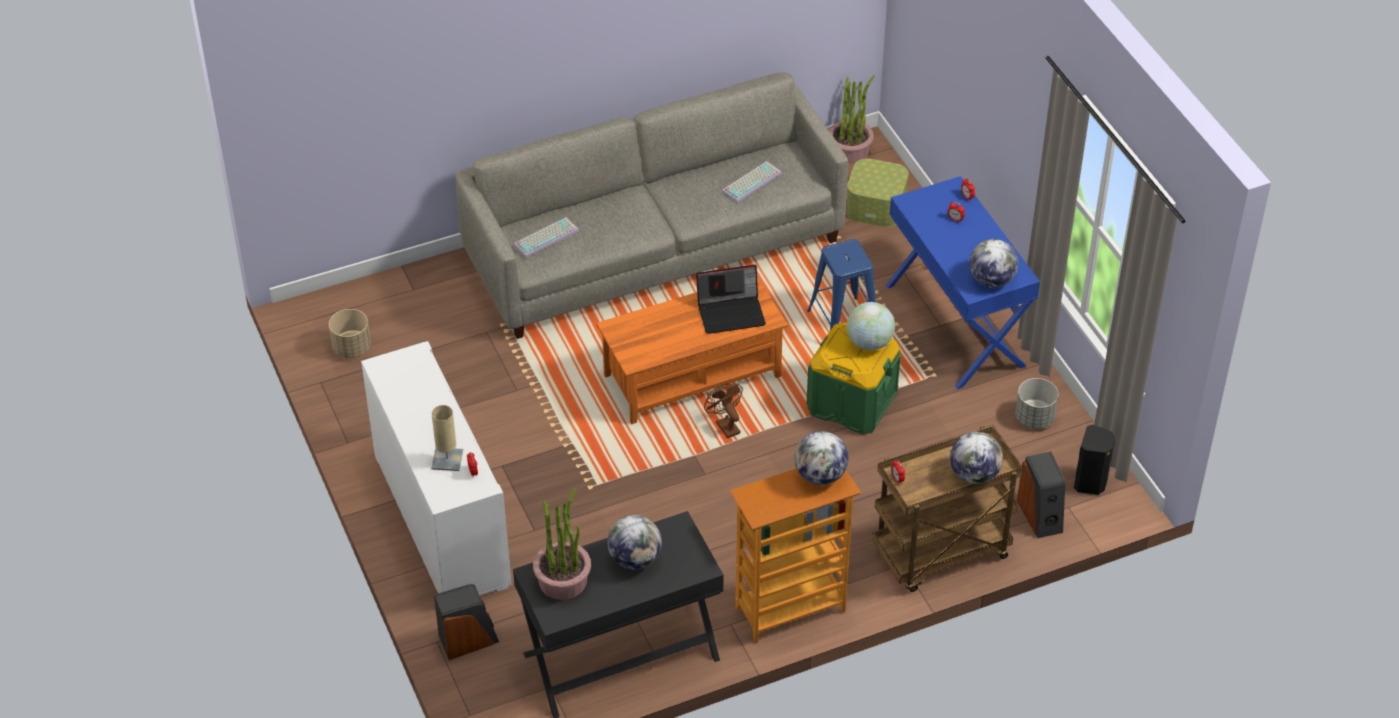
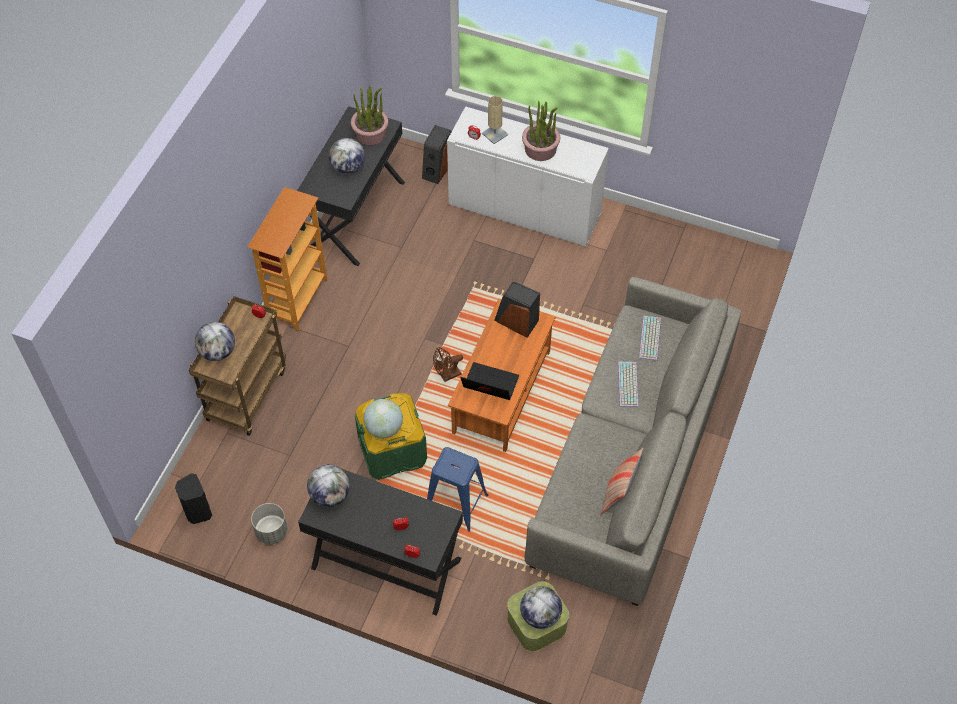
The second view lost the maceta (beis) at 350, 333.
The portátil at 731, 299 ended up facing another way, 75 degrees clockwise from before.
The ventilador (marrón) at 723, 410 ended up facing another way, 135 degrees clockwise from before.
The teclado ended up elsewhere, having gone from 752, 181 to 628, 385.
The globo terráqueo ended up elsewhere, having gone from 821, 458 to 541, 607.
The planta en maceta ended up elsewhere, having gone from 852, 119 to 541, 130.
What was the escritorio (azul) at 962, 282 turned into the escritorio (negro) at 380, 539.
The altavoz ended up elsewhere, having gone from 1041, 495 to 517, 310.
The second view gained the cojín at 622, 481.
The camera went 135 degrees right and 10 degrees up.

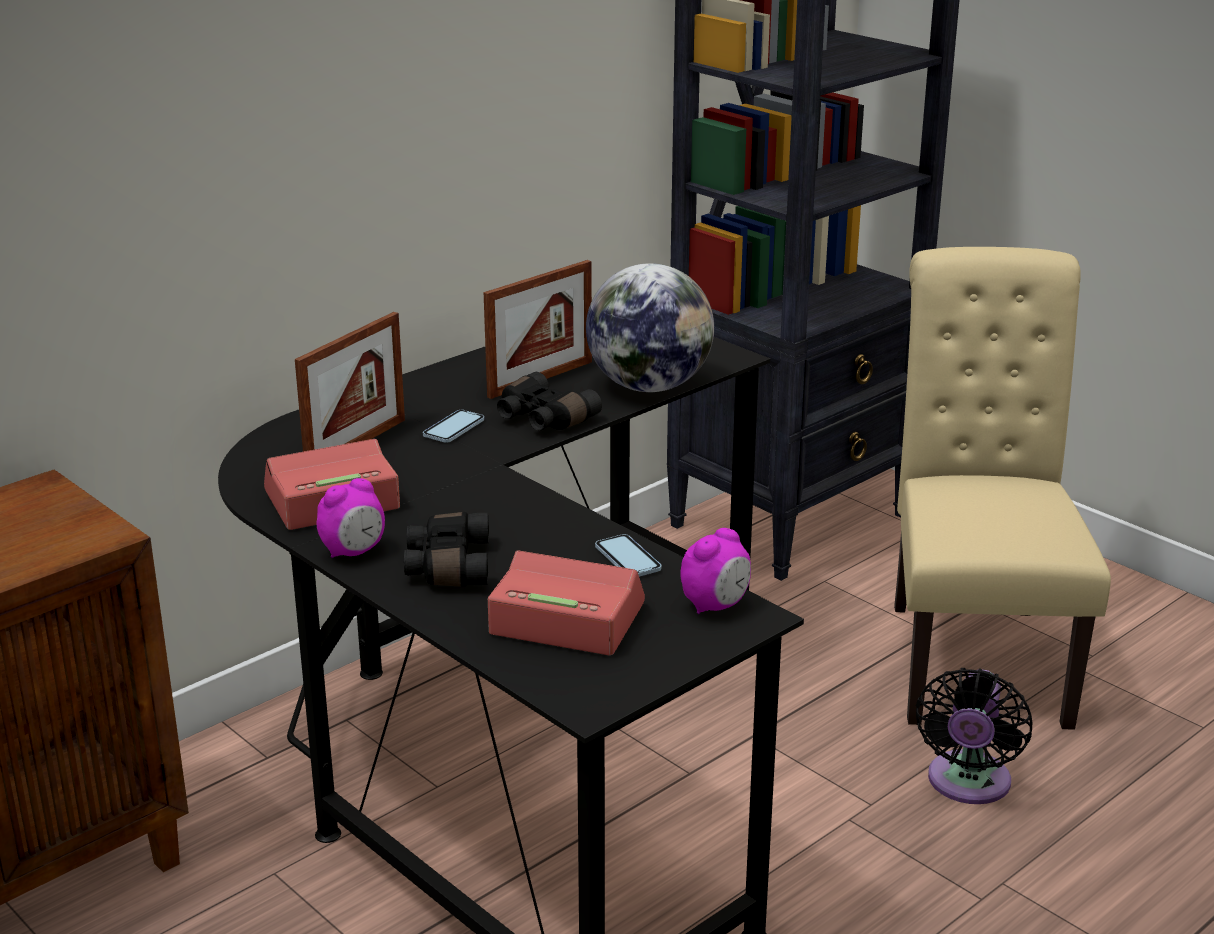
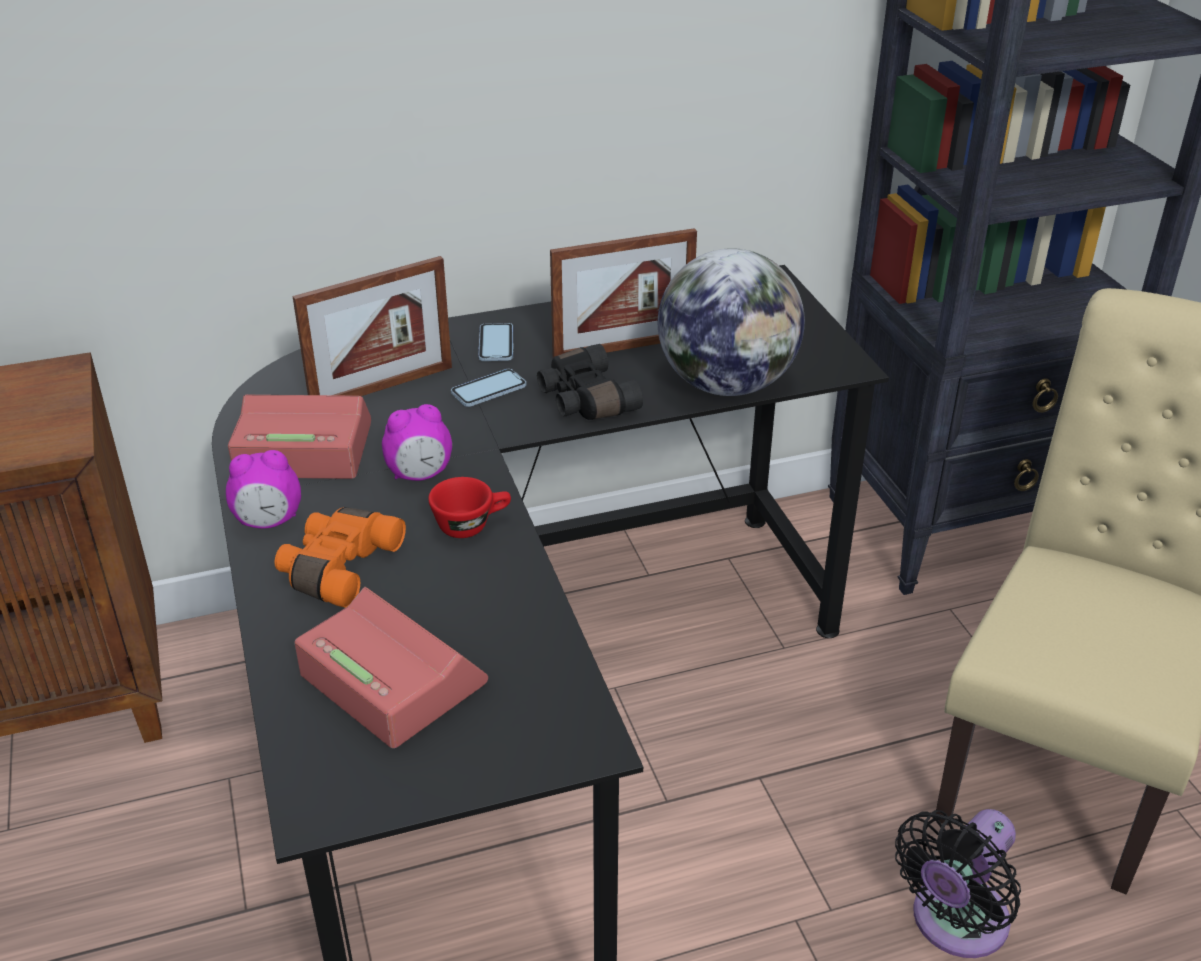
What was the prismáticos (negro) at 446, 549 turned into the prismáticos (naranja) at 340, 557.
The móvil ended up elsewhere, having gone from 628, 555 to 495, 342.
The despertador ended up elsewhere, having gone from 715, 571 to 417, 442.
The second view gained the taza (rojo) at 469, 507.
The camera went 25 degrees right and 10 degrees up.

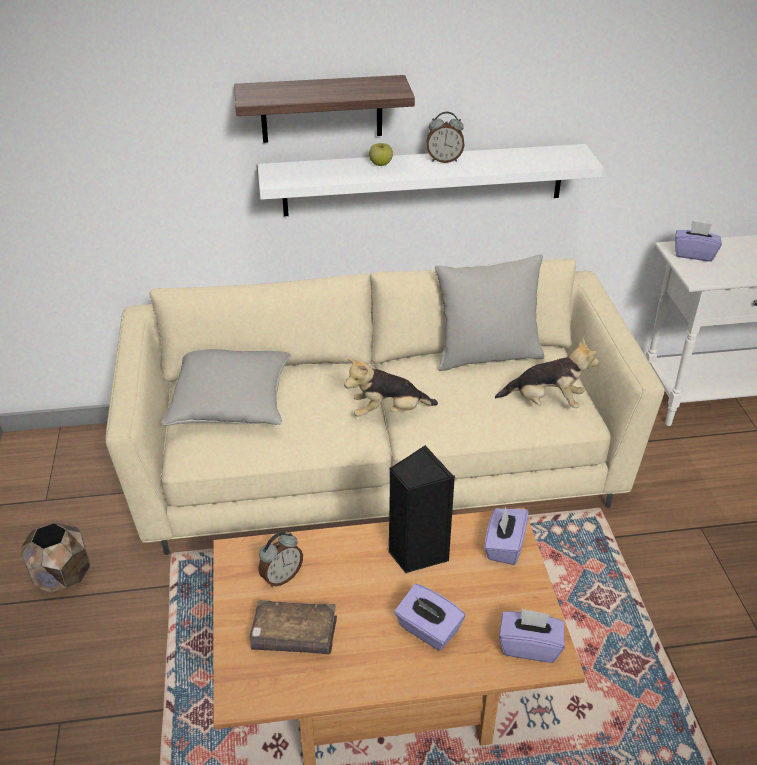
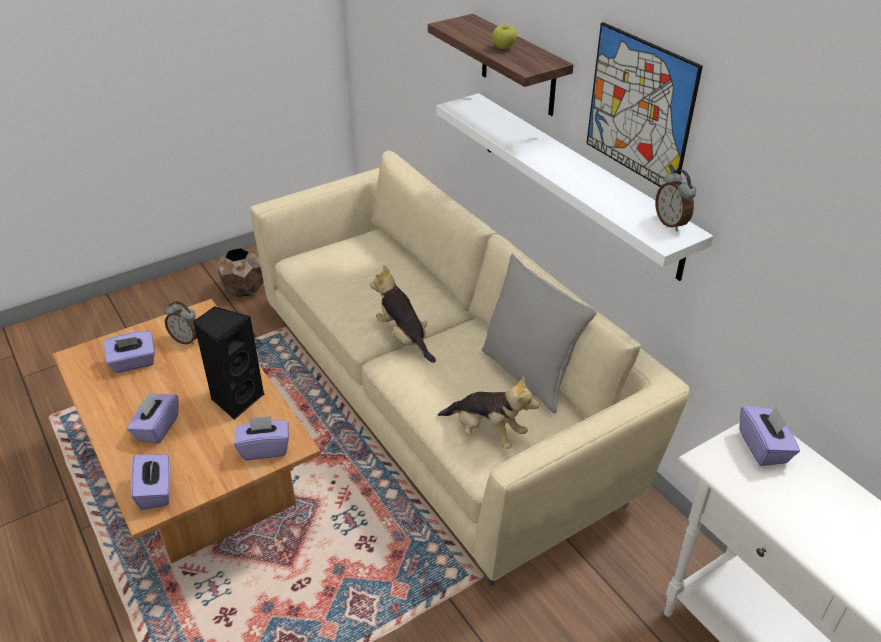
The second view lost the cojín (gris) at 226, 387.
Where the libro (marrón) stood at 293, 627, the caja de pañuelos (morado) came to stand at 129, 352.
The manzana ended up elsewhere, having gone from 381, 154 to 504, 37.
The despertador ended up elsewhere, having gone from 446, 137 to 675, 200.
The peluche at 547, 373 ended up facing another way, 45 degrees counterclockwise from before.
The second view gained the cuadro at 644, 104.
The camera went 65 degrees right and 0 degrees up.

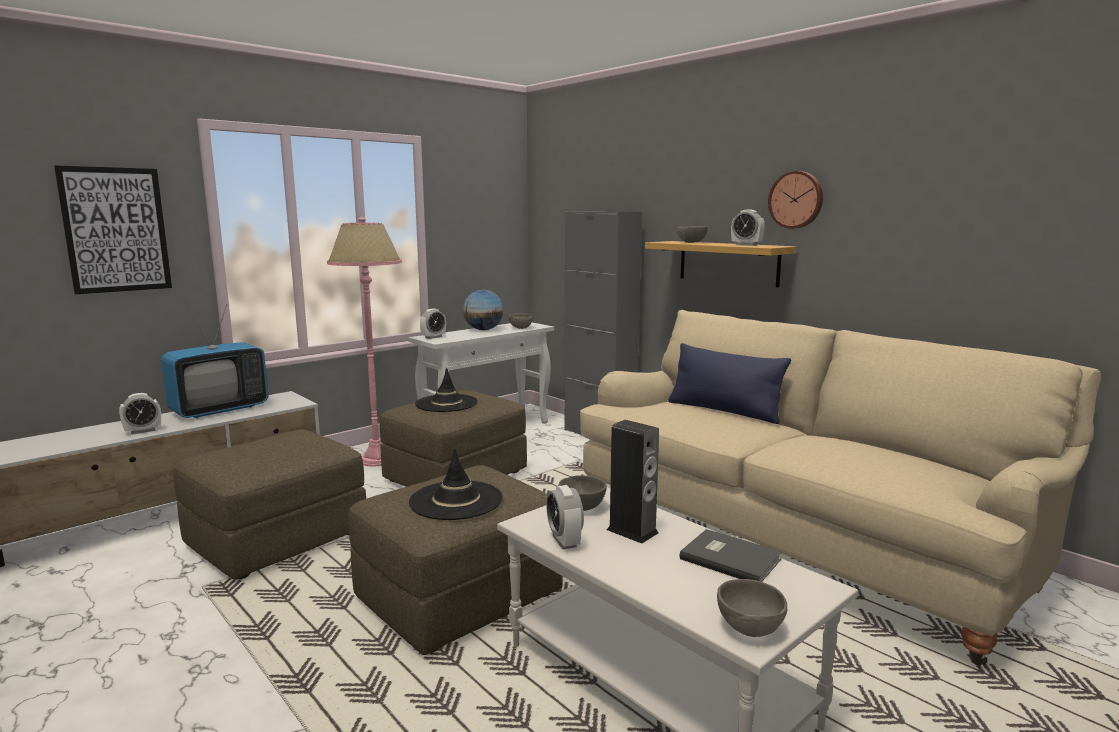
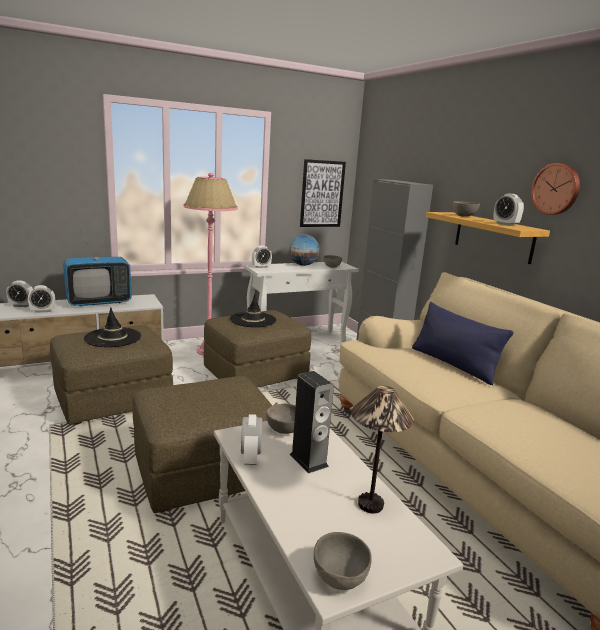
The cuadro ended up elsewhere, having gone from 113, 229 to 323, 193.
The sombrero (negro) ended up elsewhere, having gone from 456, 484 to 112, 327.
Where the libro (gris) stood at 731, 555, the lámpara de mesa came to stand at 382, 449.
The second view gained the despertador at 19, 294.
The camera went 15 degrees right and 5 degrees up.

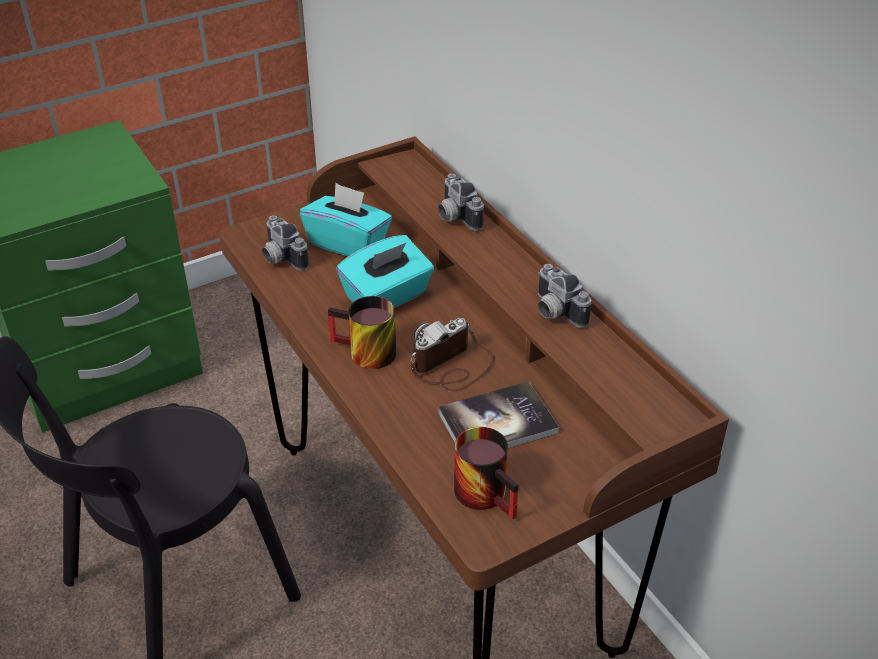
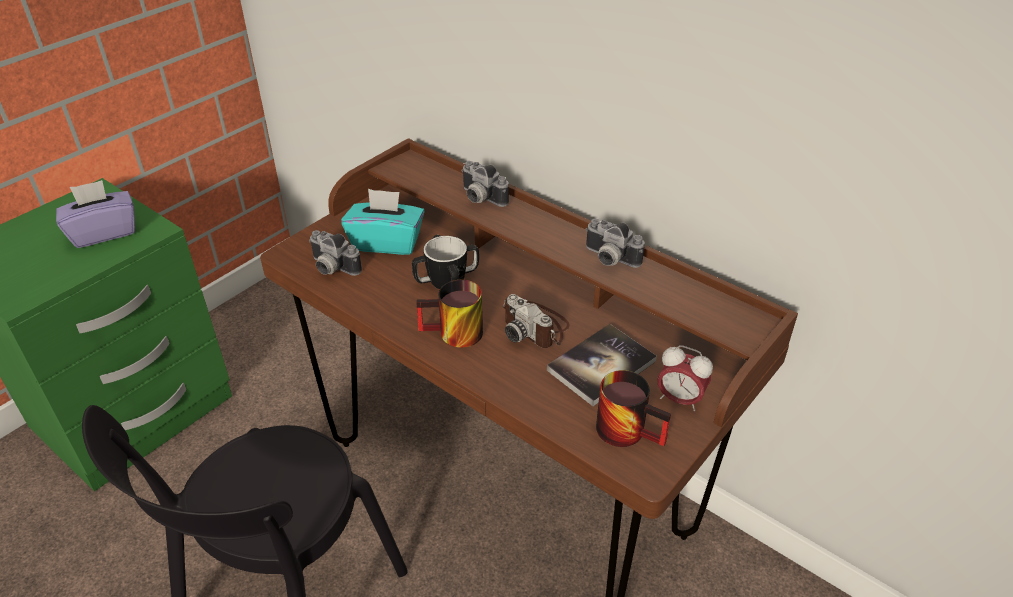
Where the caja de pañuelos (turquesa) stood at 385, 271, the taza grande came to stand at 445, 262.
The cámara at 452, 355 ended up facing another way, 75 degrees counterclockwise from before.
The second view gained the caja de pañuelos (morado) at 95, 214.
The second view gained the despertador at 685, 378.
The camera went 20 degrees left and 0 degrees up.

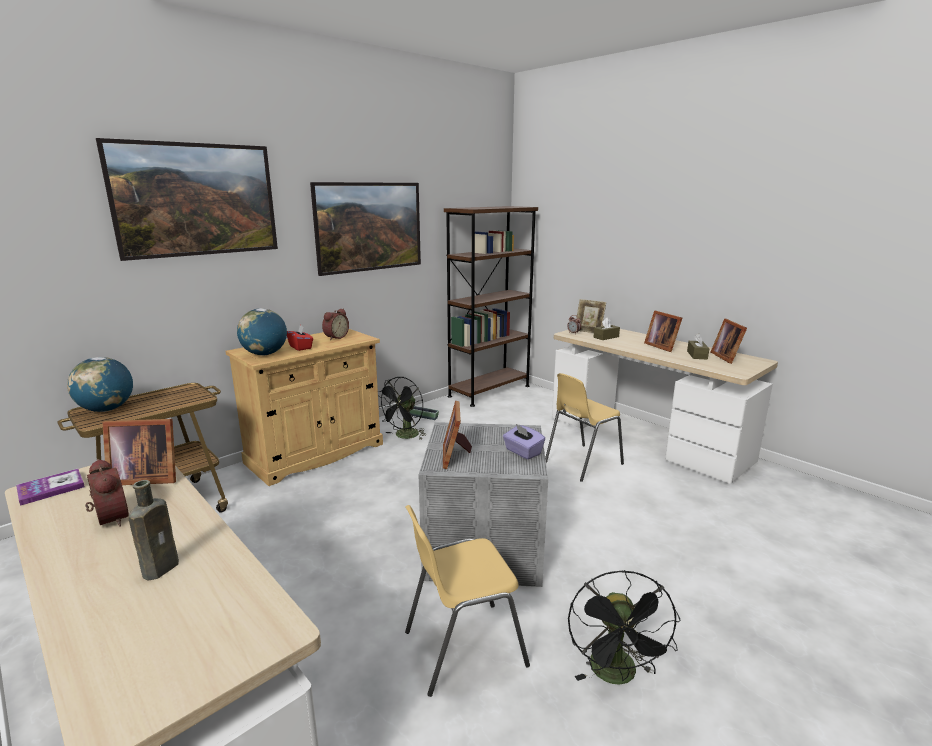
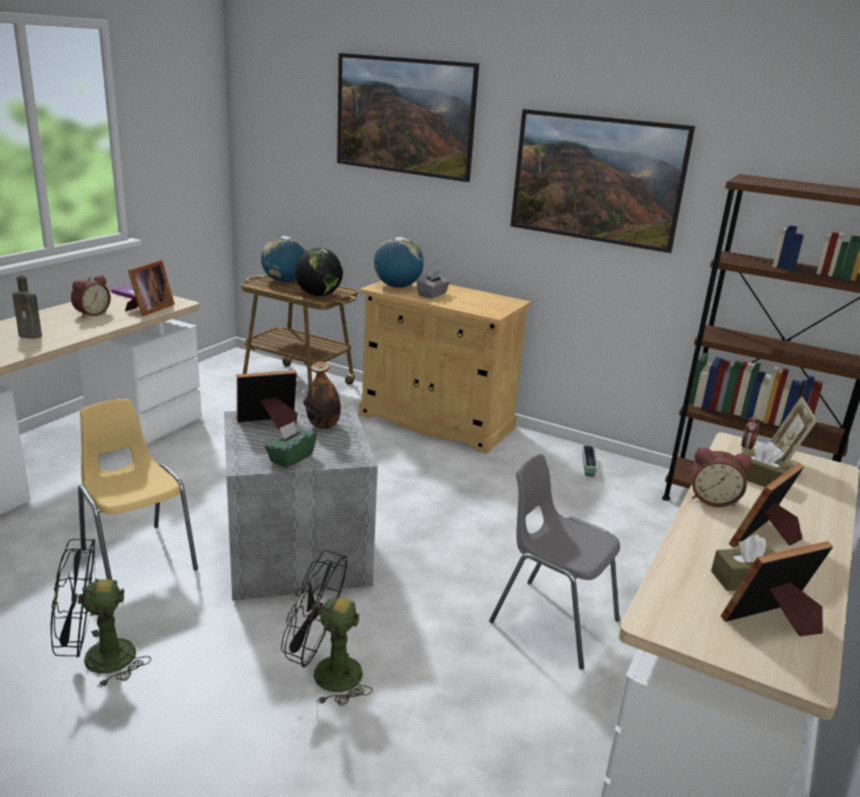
The portarretratos at 139, 452 ended up facing another way, 135 degrees counterclockwise from before.
What was the caja de pañuelos (rojo) at 300, 338 turned into the caja de pañuelos (gris) at 433, 284.
The despertador ended up elsewhere, having gone from 335, 324 to 721, 477.
The ventilador (negro) ended up elsewhere, having gone from 402, 408 to 326, 628.
What was the caja de pañuelos (morado) at 524, 441 turned into the caja de pañuelos (verde) at 291, 444.
What was the silla (amarillo) at 584, 427 turned into the silla (gris) at 554, 561.
The second view gained the globo terráqueo at 319, 272.
The second view gained the botella at 323, 395.
The camera went 70 degrees right and 5 degrees up.

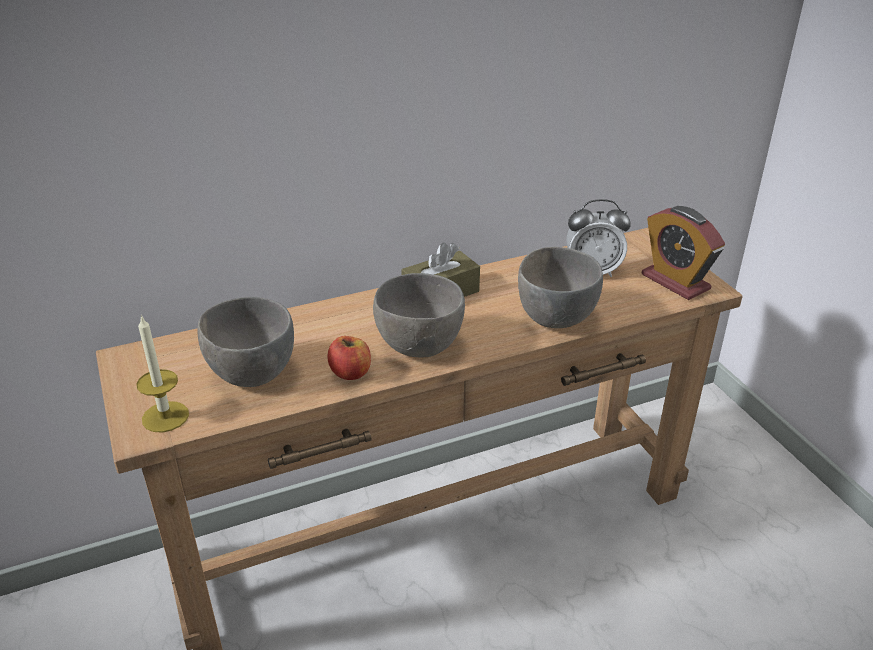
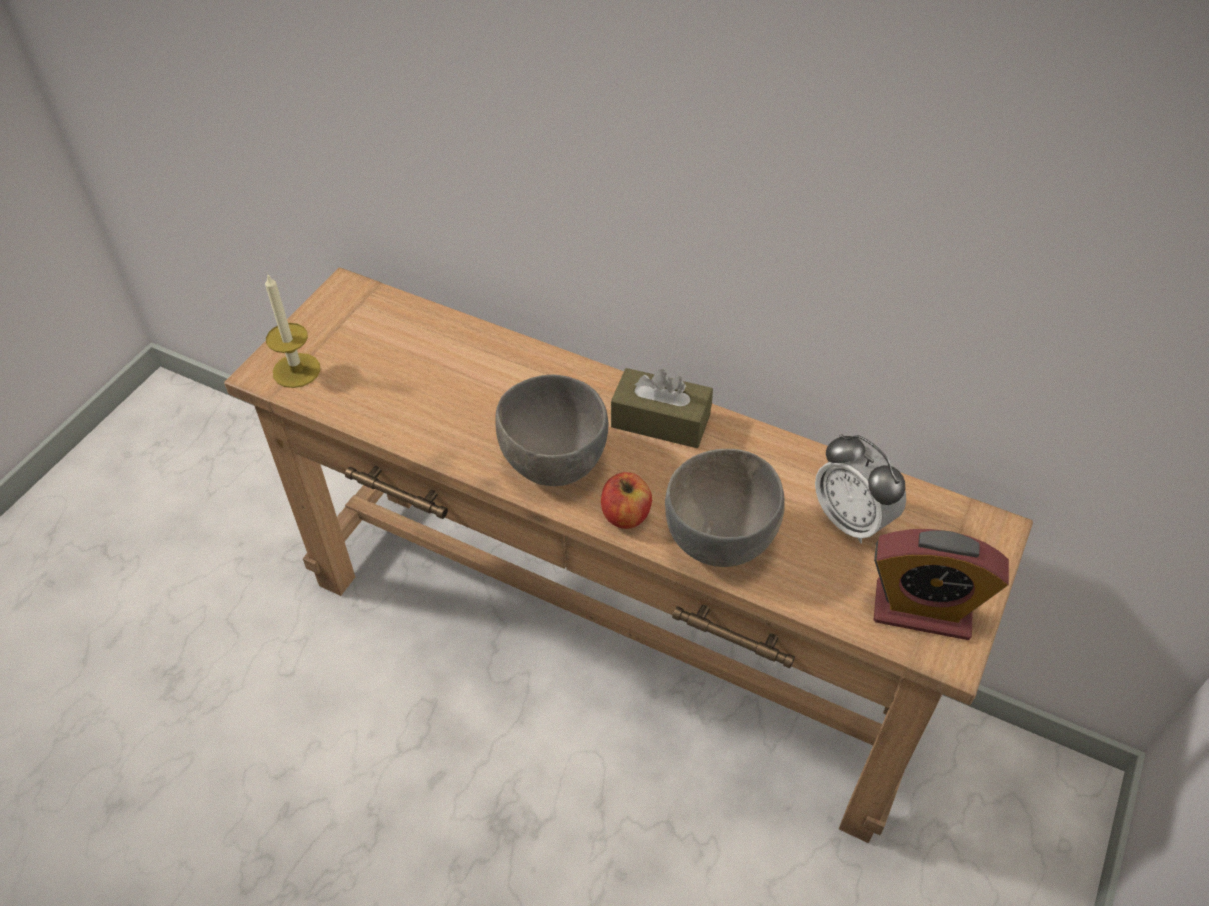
The second view lost the cuenco (gris) at 245, 342.
The manzana ended up elsewhere, having gone from 349, 358 to 626, 500.
The despertador at 683, 253 ended up facing another way, 90 degrees counterclockwise from before.
The camera went 50 degrees right and 15 degrees up.

